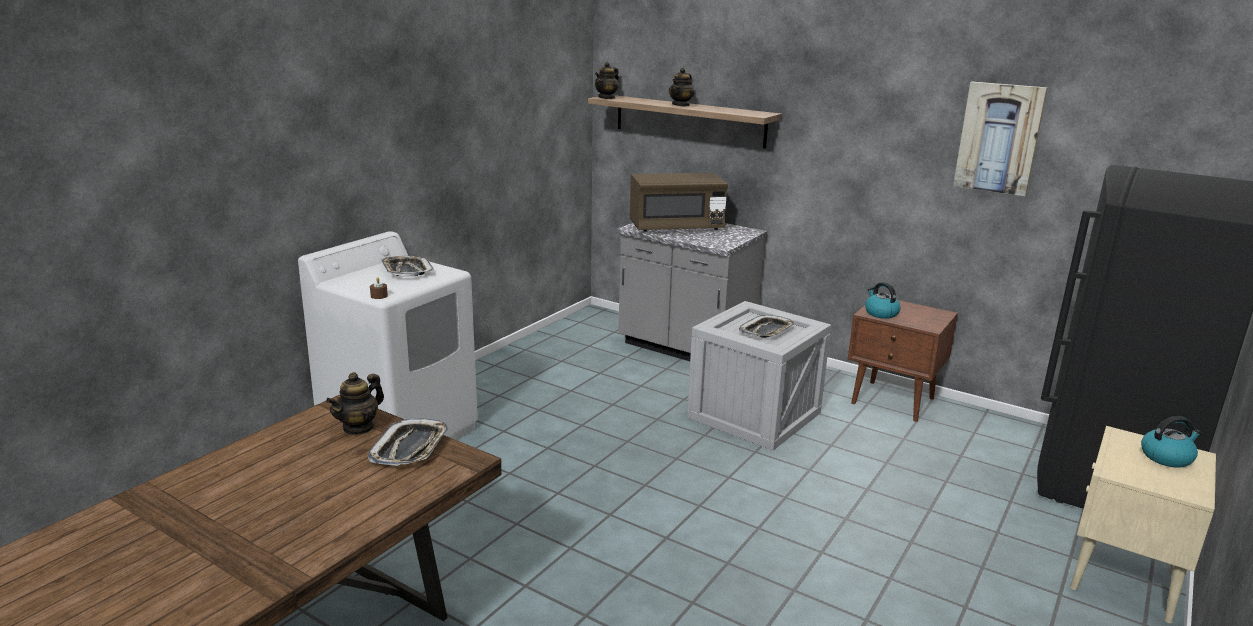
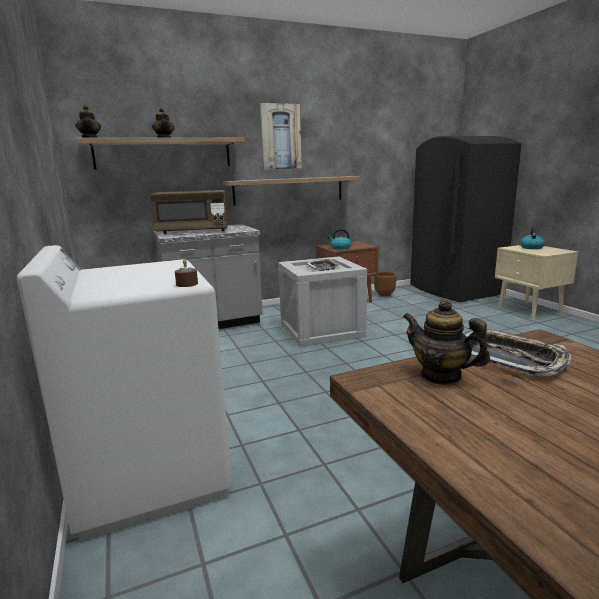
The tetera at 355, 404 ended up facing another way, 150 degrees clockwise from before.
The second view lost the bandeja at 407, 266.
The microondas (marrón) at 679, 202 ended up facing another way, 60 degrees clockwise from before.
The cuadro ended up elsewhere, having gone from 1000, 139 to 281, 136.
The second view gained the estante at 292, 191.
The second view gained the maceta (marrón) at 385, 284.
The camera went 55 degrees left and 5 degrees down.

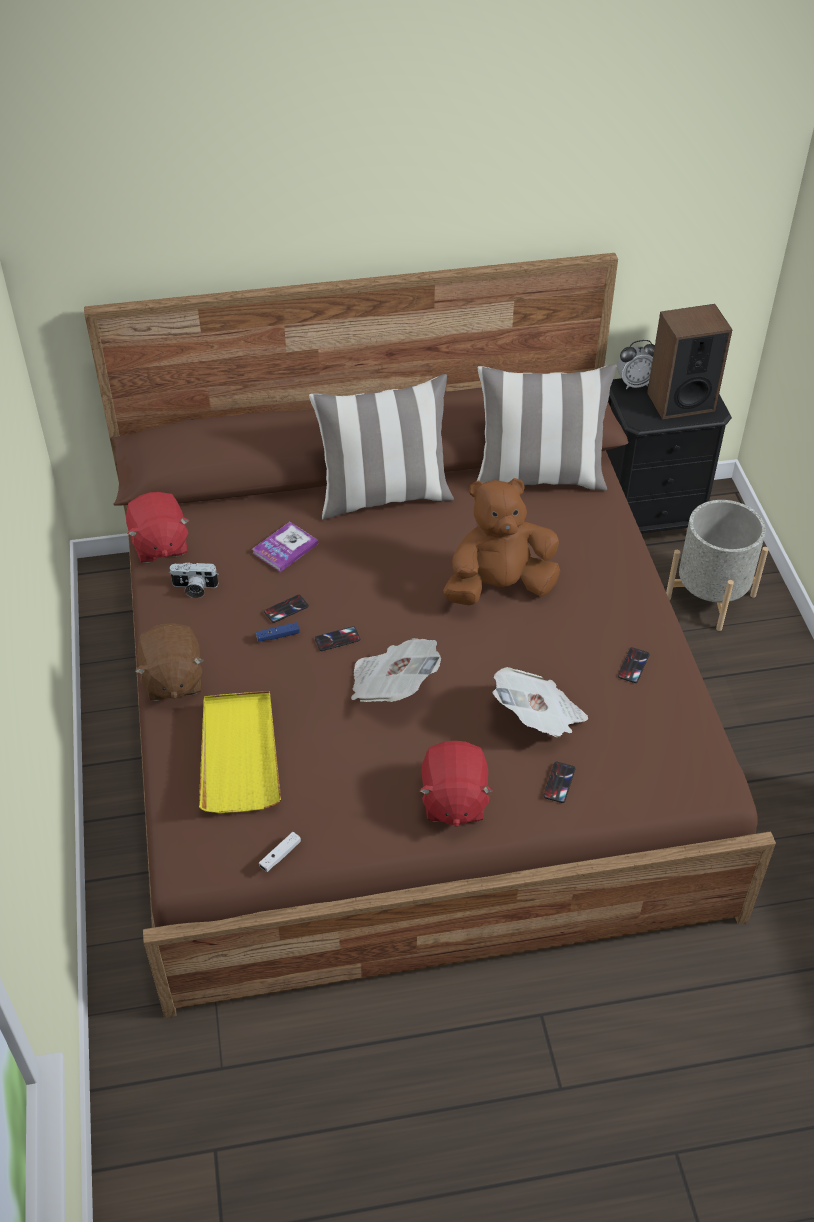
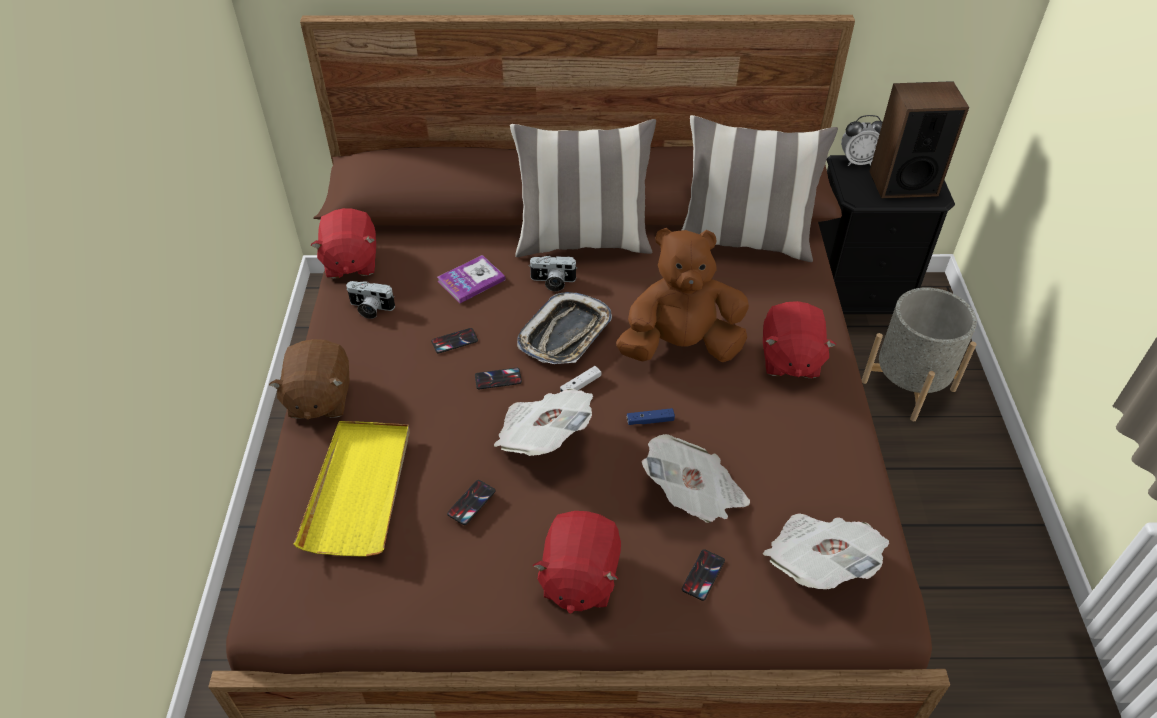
The mando de consola (azul) ended up elsewhere, having gone from 278, 632 to 651, 416.
The mando de consola (blanco) ended up elsewhere, having gone from 280, 852 to 580, 379.
The móvil ended up elsewhere, having gone from 634, 665 to 471, 502.
The second view gained the bandeja at 564, 328.
The second view gained the cámara at 553, 273.
The second view gained the peluche (rojo) at 799, 339.
The second view gained the periódico at 826, 551.
The camera went 10 degrees right and 0 degrees up.

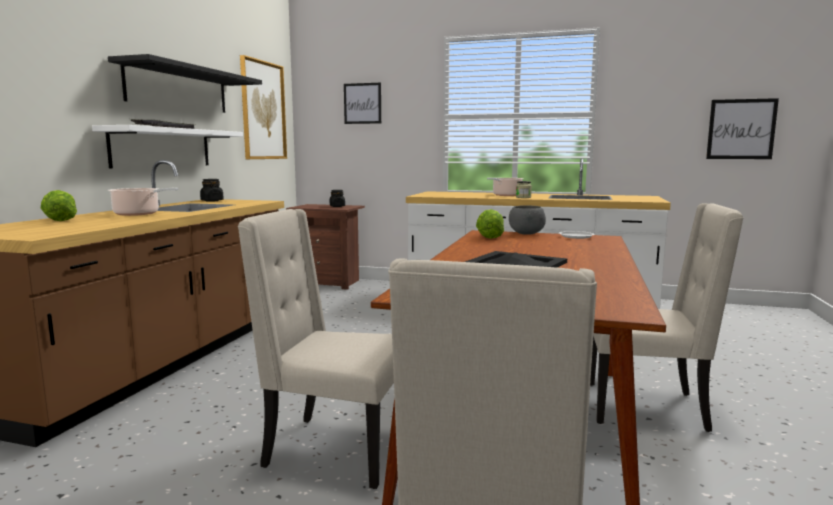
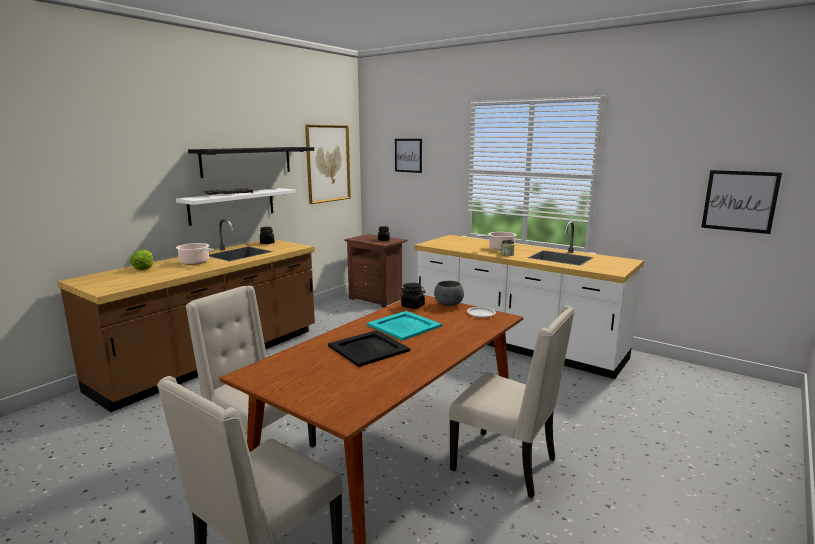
Where the lechuga stood at 490, 224, the tarro (negro) came to stand at 413, 296.
The second view gained the bandeja (turquesa) at 404, 326.
The camera went 20 degrees right and 5 degrees up.

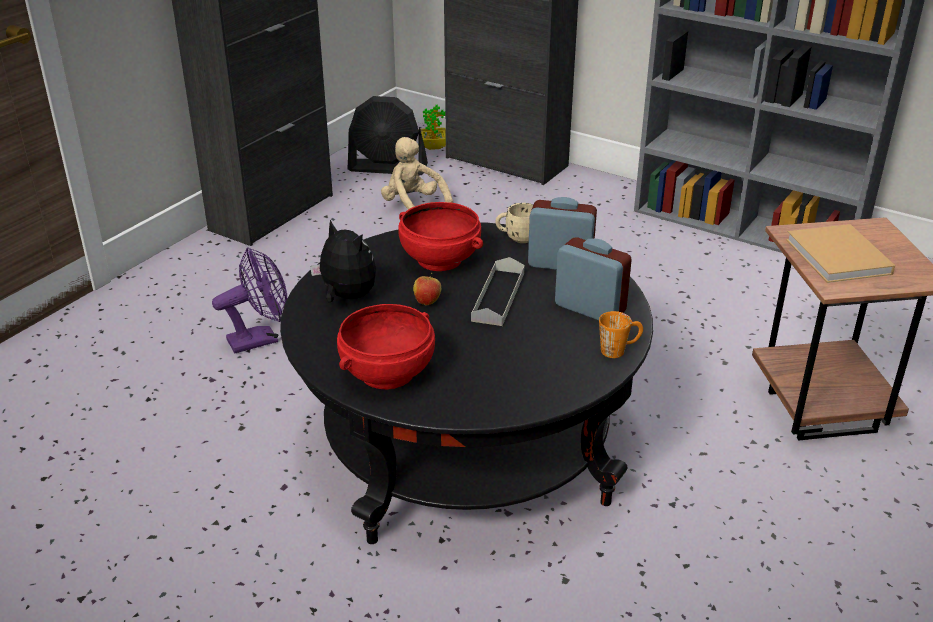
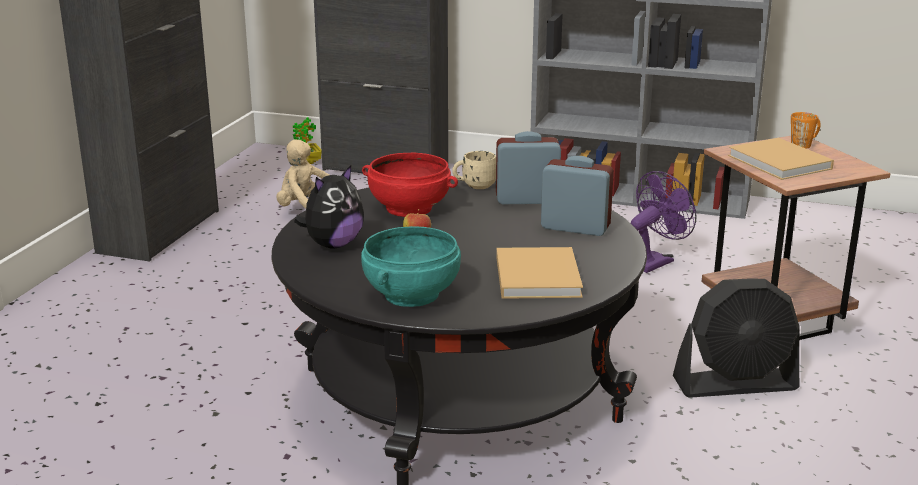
The ventilador (morado) ended up elsewhere, having gone from 249, 300 to 664, 222.
The peluche at 343, 261 ended up facing another way, 105 degrees clockwise from before.
What was the cuenco (rojo) at 386, 346 turned into the cuenco (turquesa) at 411, 266.
The ventilador (negro) ended up elsewhere, having gone from 388, 136 to 736, 338.
The second view lost the bandeja (gris) at 497, 291.
The taza grande (naranja) ended up elsewhere, having gone from 621, 334 to 806, 130.
The second view gained the libro (beis) at 539, 273.
The camera went 15 degrees left and 10 degrees down.

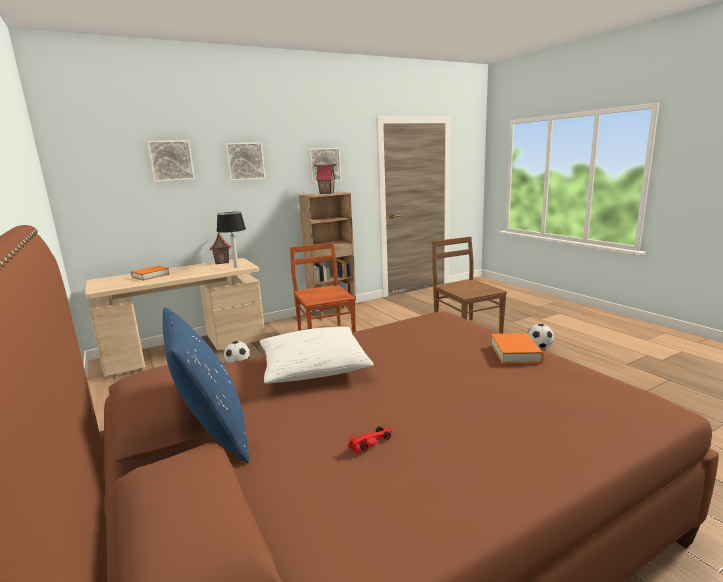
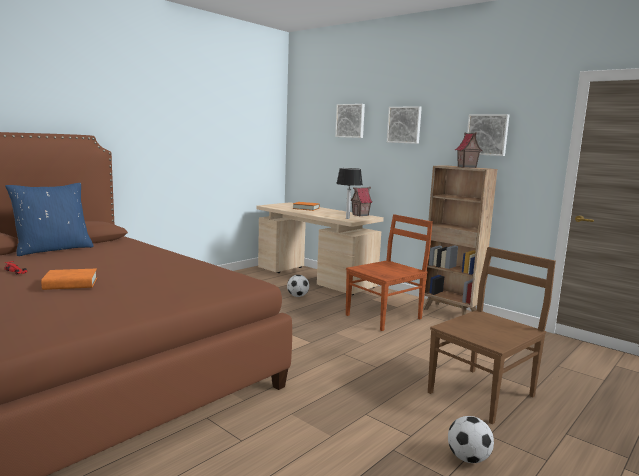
The second view lost the cojín (blanco) at 317, 355.
The libro (naranja) ended up elsewhere, having gone from 517, 348 to 69, 279.
The camera went 70 degrees right and 5 degrees down.

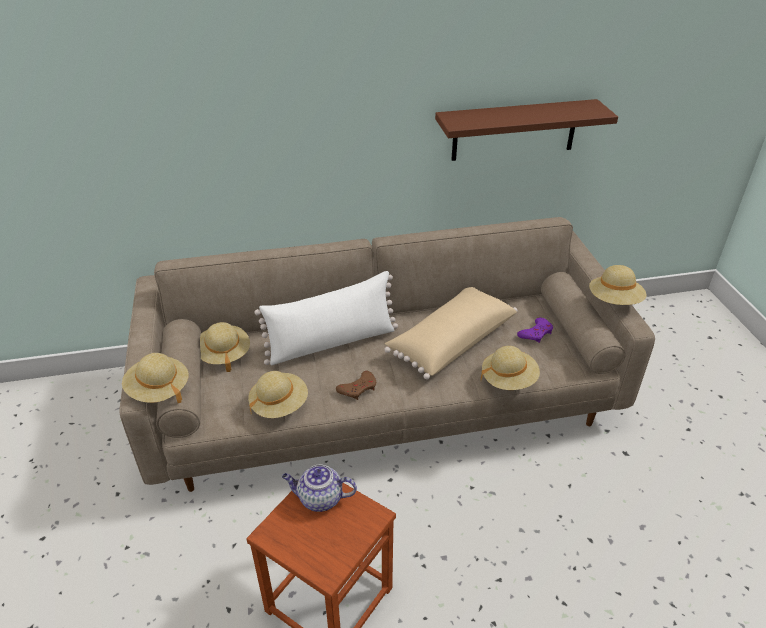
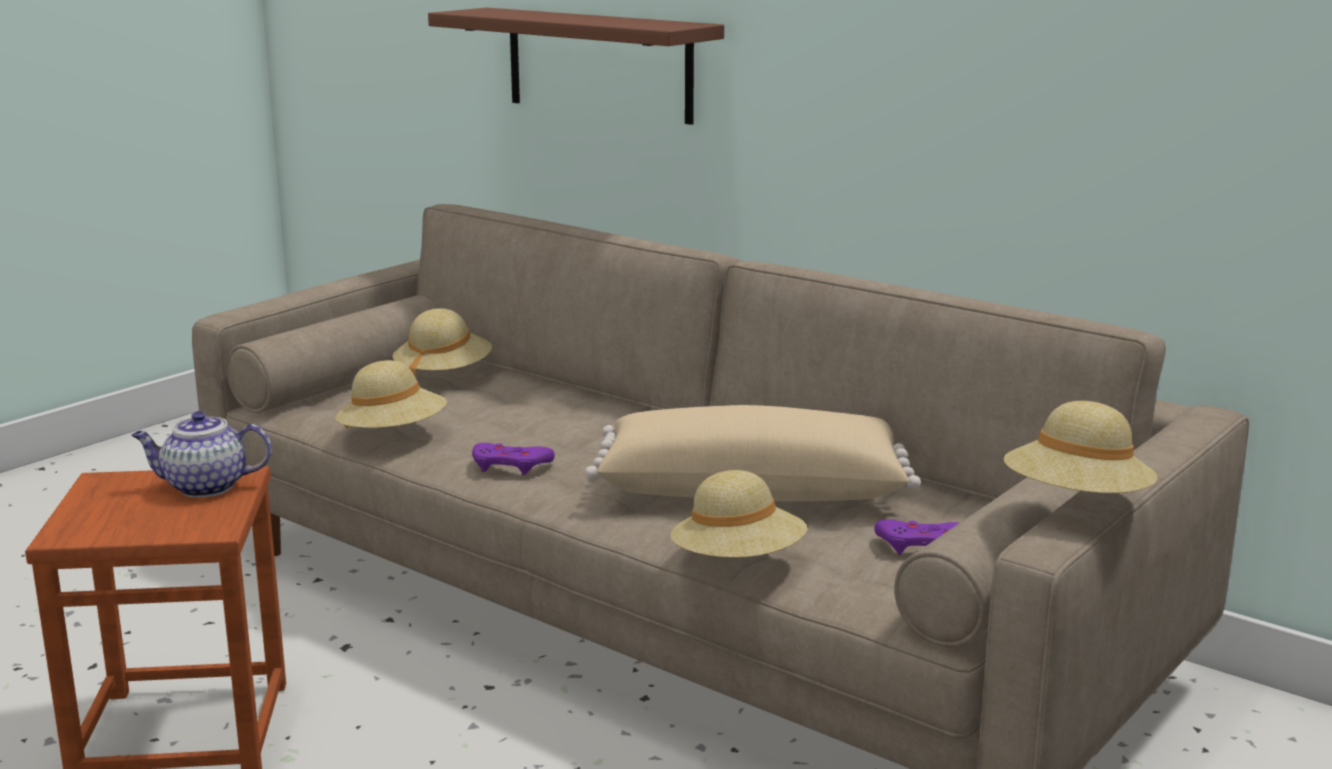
The second view lost the sombrero (beis) at 155, 378.
The second view lost the cojín (blanco) at 326, 318.
The tetera at 319, 488 ended up facing another way, 60 degrees counterclockwise from before.
What was the mando de consola (marrón) at 356, 385 turned into the mando de consola (morado) at 513, 459.
The estante (marrón) ended up elsewhere, having gone from 526, 130 to 576, 66.
The camera went 50 degrees right and 20 degrees down.

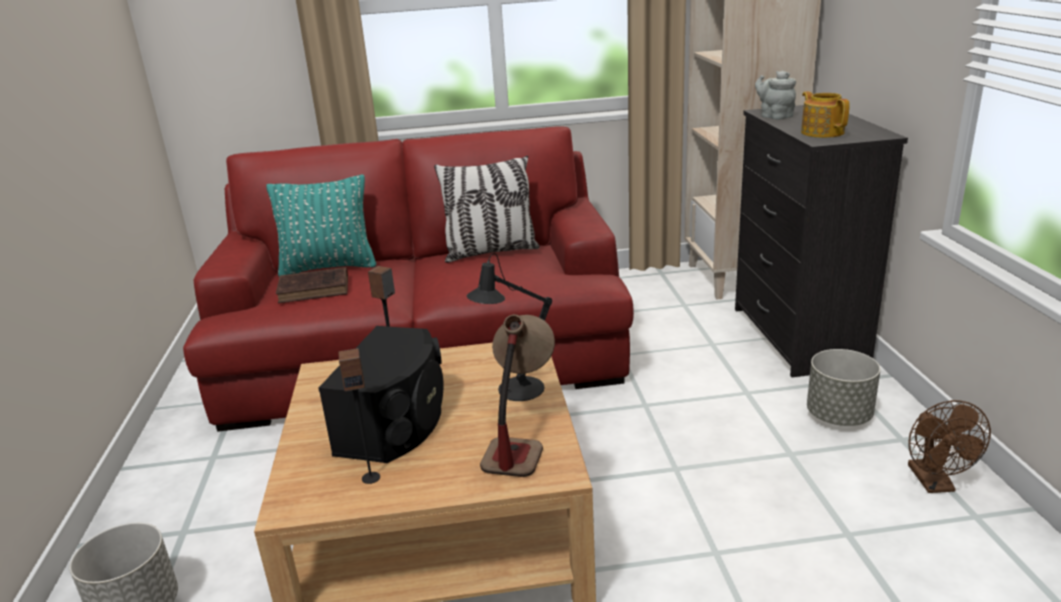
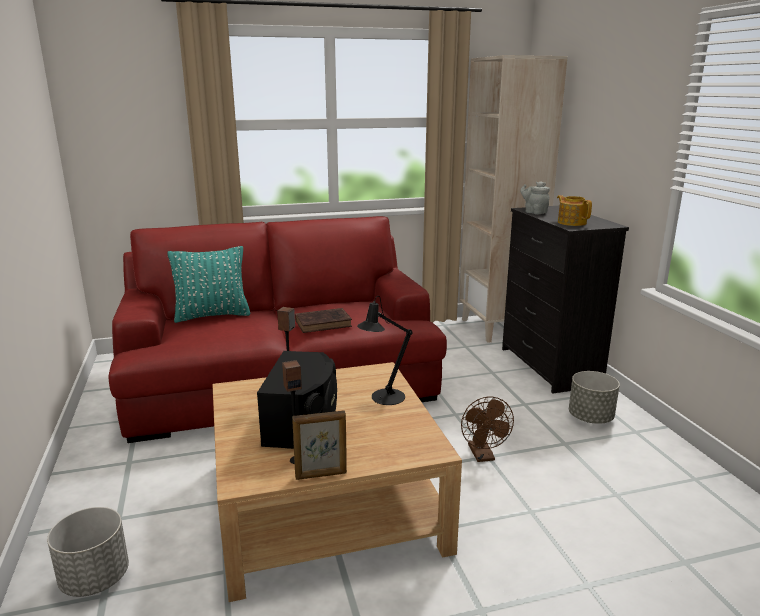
The libro (marrón) ended up elsewhere, having gone from 312, 285 to 323, 320.
The second view lost the cojín at 487, 209.
The second view lost the lámpara de mesa at 517, 395.
The ventilador (marrón) ended up elsewhere, having gone from 949, 446 to 487, 429.
The second view gained the portarretratos at 319, 445.
The camera went 10 degrees left and 5 degrees down.

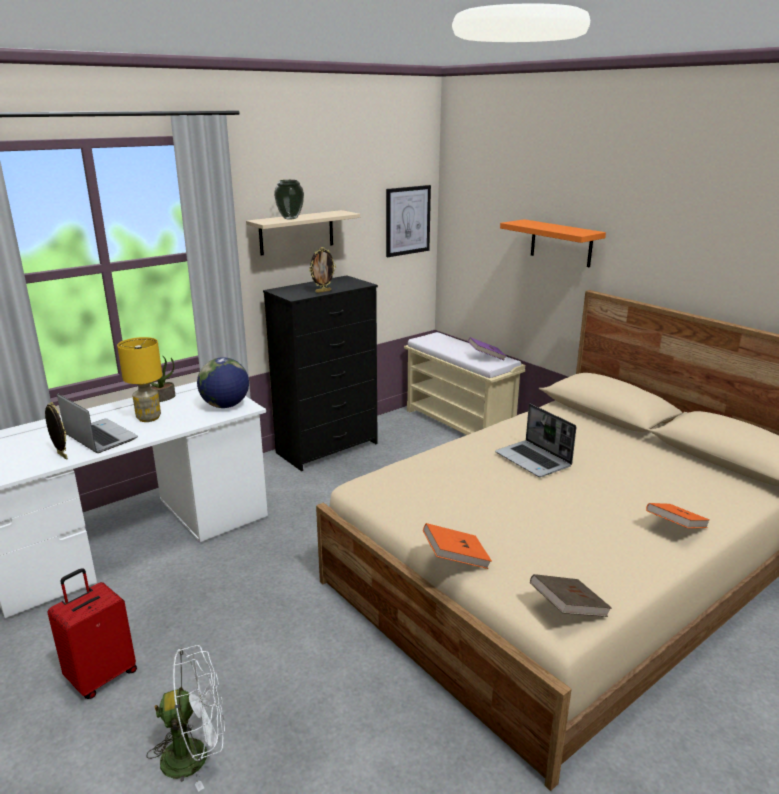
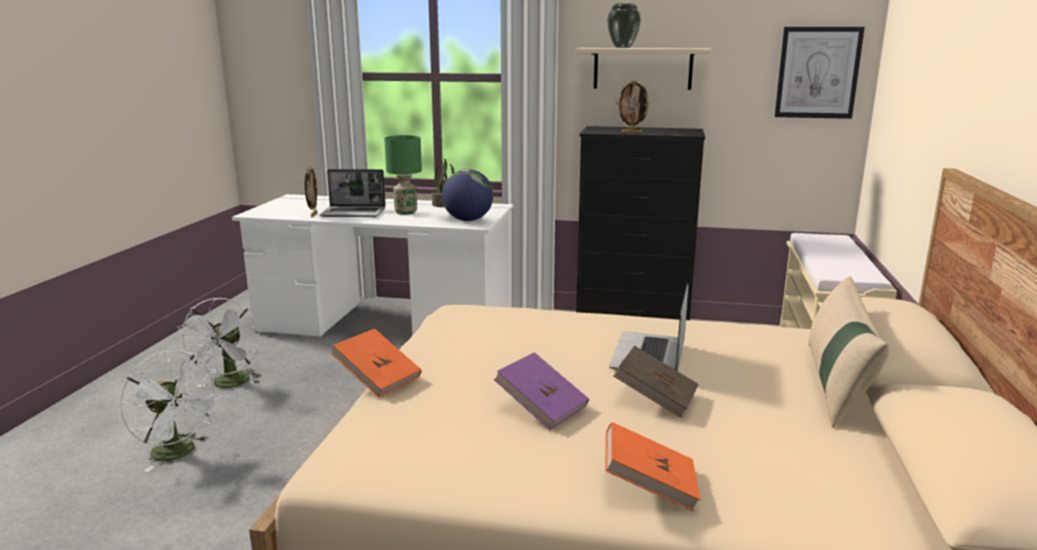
Where the maleta (rojo) stood at 92, 633, the ventilador (blanco) came to stand at 220, 342.
The portátil at 97, 423 ended up facing another way, 90 degrees clockwise from before.
What was the lámpara de mesa (amarillo) at 139, 379 turned into the lámpara de mesa (verde) at 403, 175.
The libro (morado) ended up elsewhere, having gone from 487, 348 to 541, 391.
The second view lost the estante (naranja) at 553, 243.
The libro (marrón) ended up elsewhere, having gone from 571, 595 to 656, 382.
The second view gained the cojín (beis) at 849, 352.
The camera went 50 degrees right and 5 degrees down.

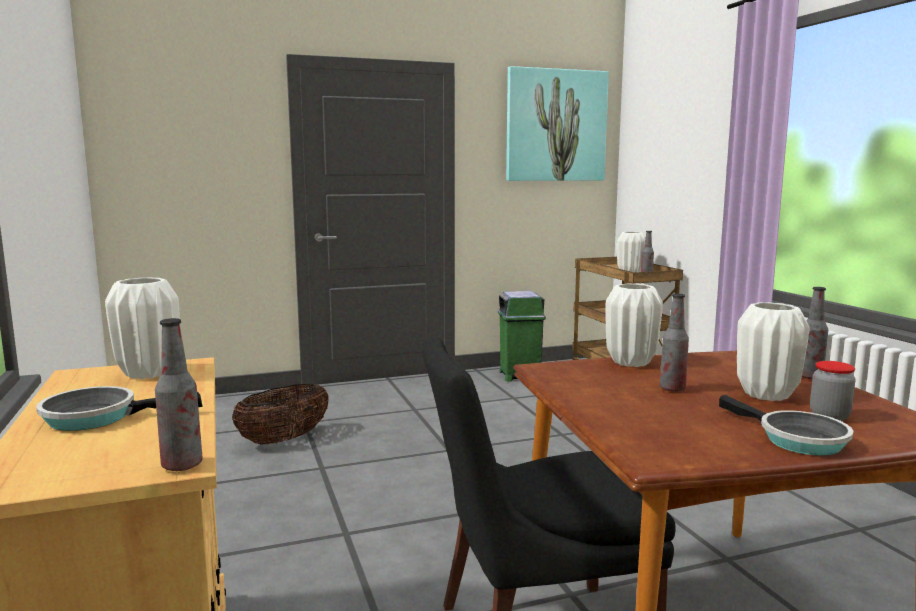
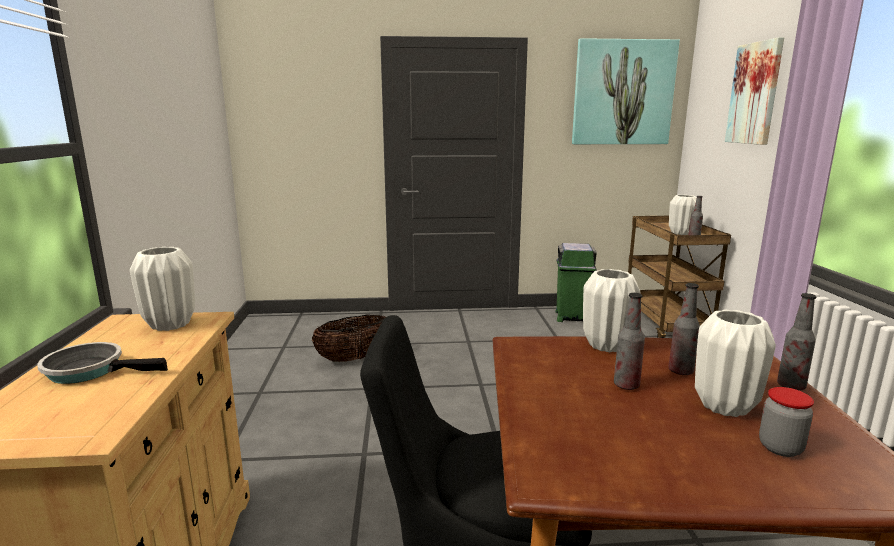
The botella ended up elsewhere, having gone from 179, 394 to 684, 329.
The second view lost the sartén at 786, 425.
The second view gained the cuadro at 754, 91.
The camera went 15 degrees right and 5 degrees up.

